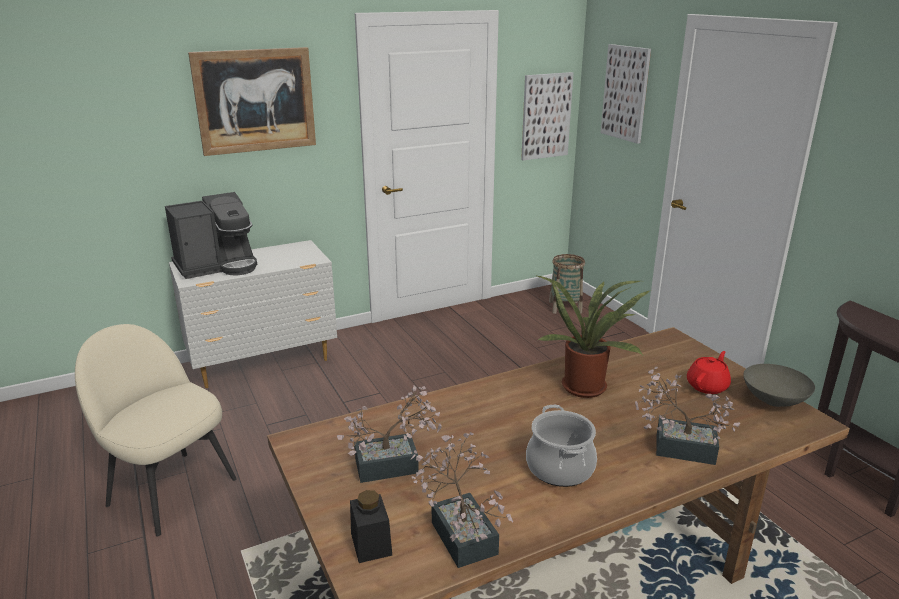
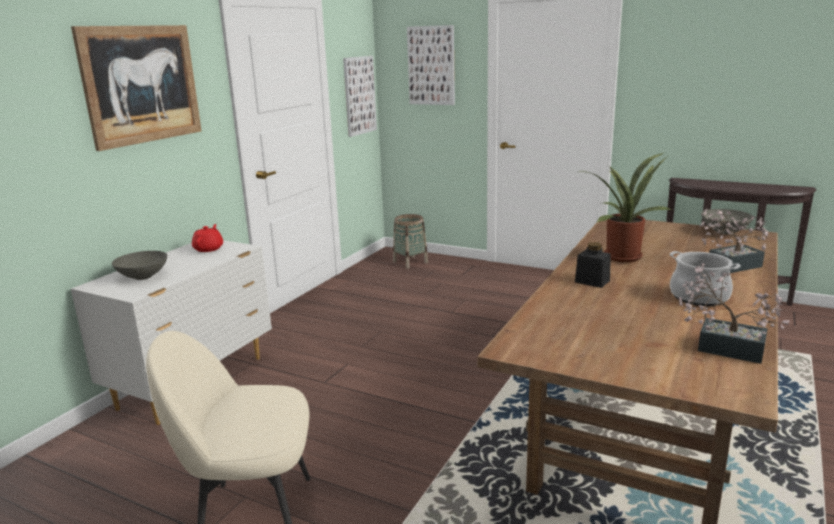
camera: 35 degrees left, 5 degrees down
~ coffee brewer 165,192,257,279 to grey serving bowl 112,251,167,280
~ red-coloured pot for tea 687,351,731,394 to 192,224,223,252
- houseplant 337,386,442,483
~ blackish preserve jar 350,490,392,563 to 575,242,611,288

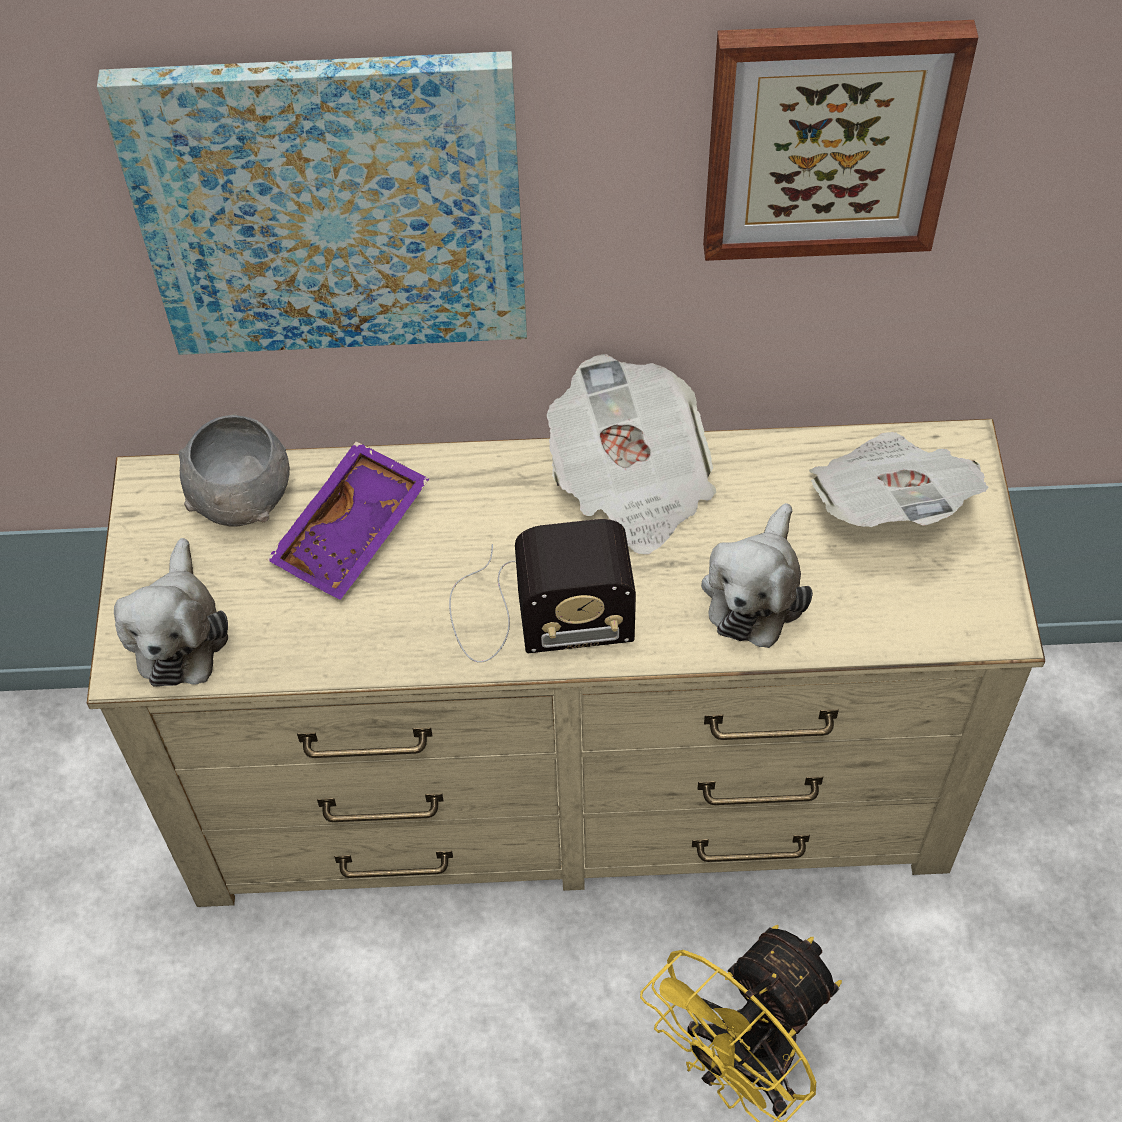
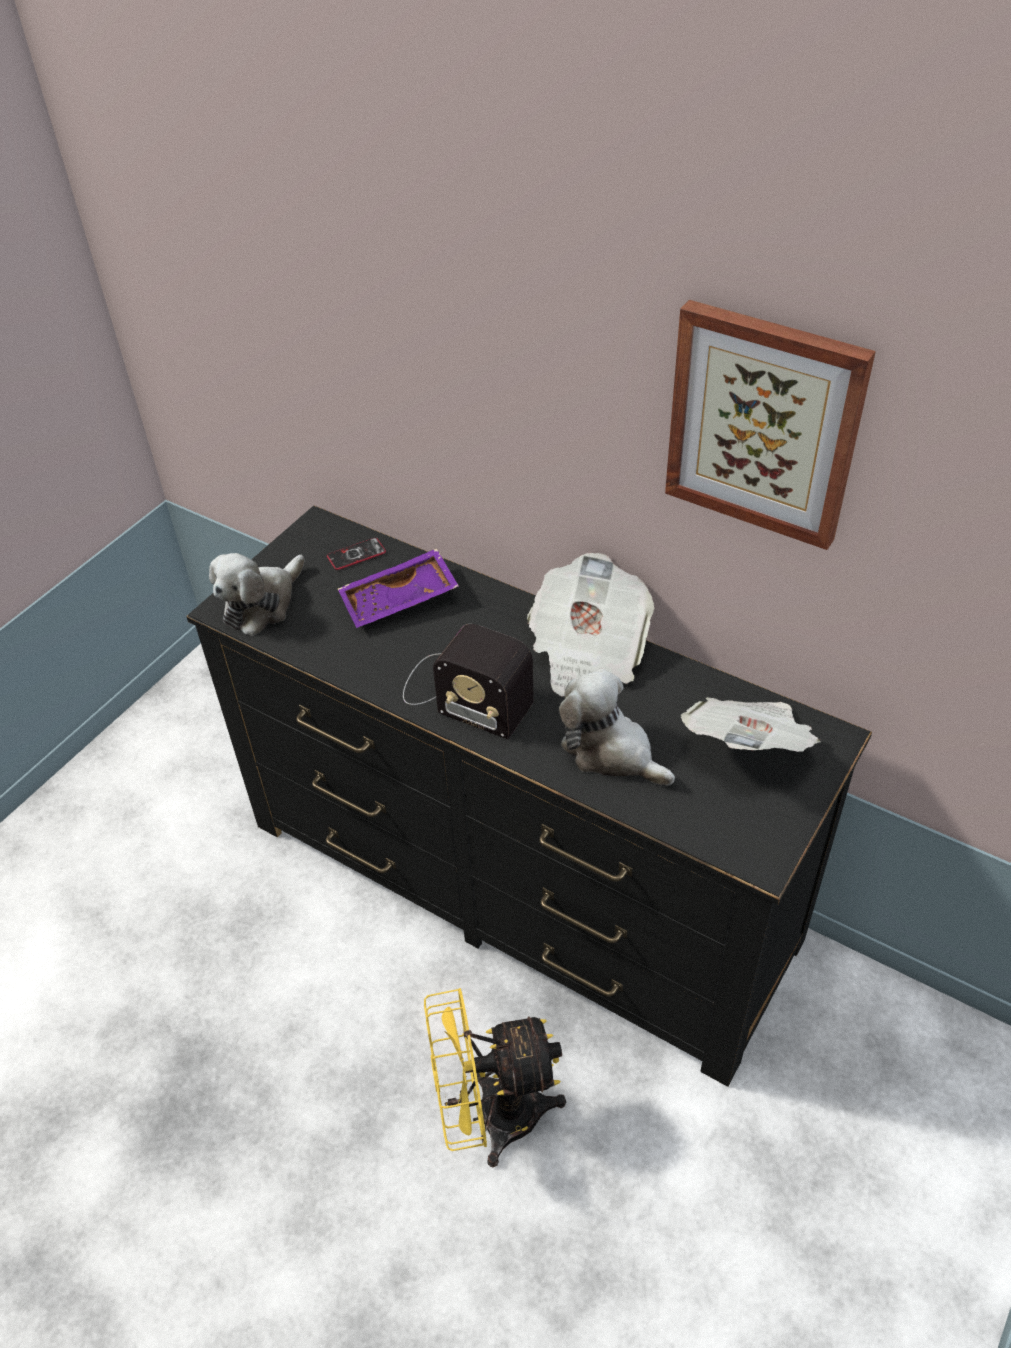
camera: 35 degrees right, 10 degrees down
- picture 97,51,527,355
~ grey serving bowl 178,413,290,527 to phone 327,538,386,570
~ sand-coloured chest of drawers 87,419,1045,907 to blackish chest of drawers 186,506,872,1087
~ cuddly toy 701,503,813,648 = 559,669,675,785 75 degrees clockwise

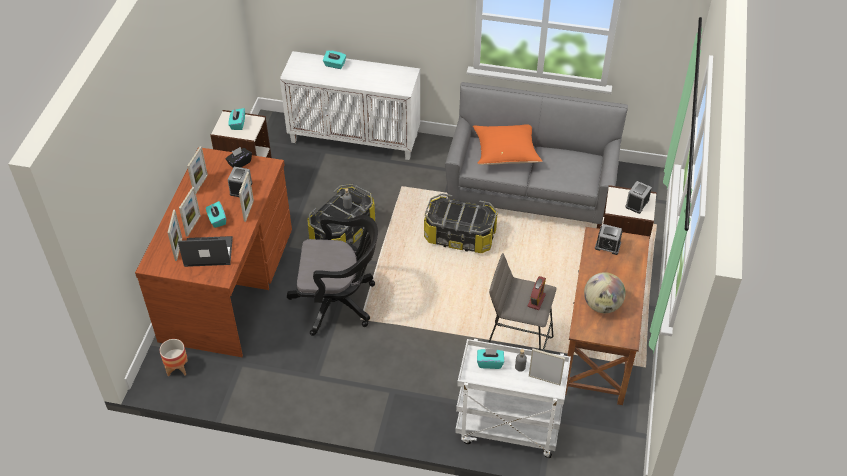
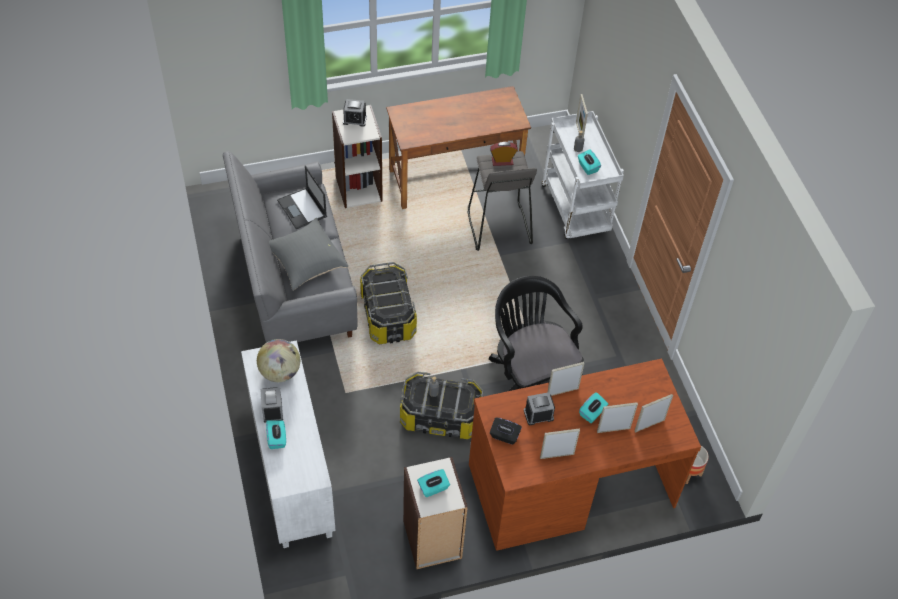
camera: 120 degrees left, 5 degrees up
~ orange throw pillow 473,124,542,165 to grey throw pillow 269,218,348,291
~ alarm clock 595,224,622,255 to 260,387,283,423
~ laptop 178,236,233,267 to 277,165,327,229
~ desk globe 584,272,626,313 to 257,339,300,382

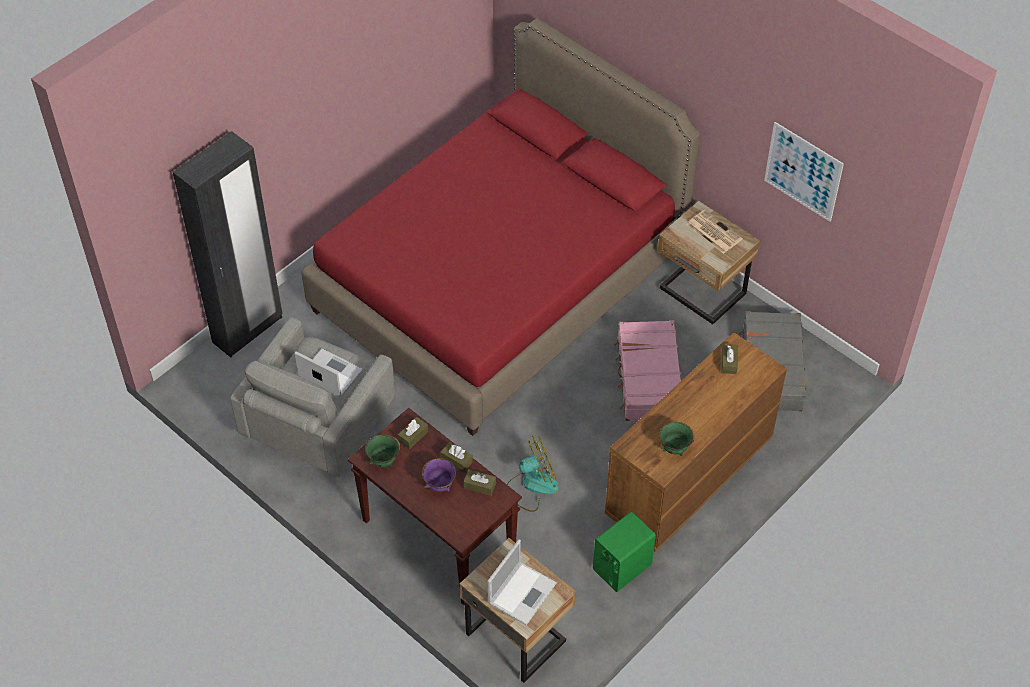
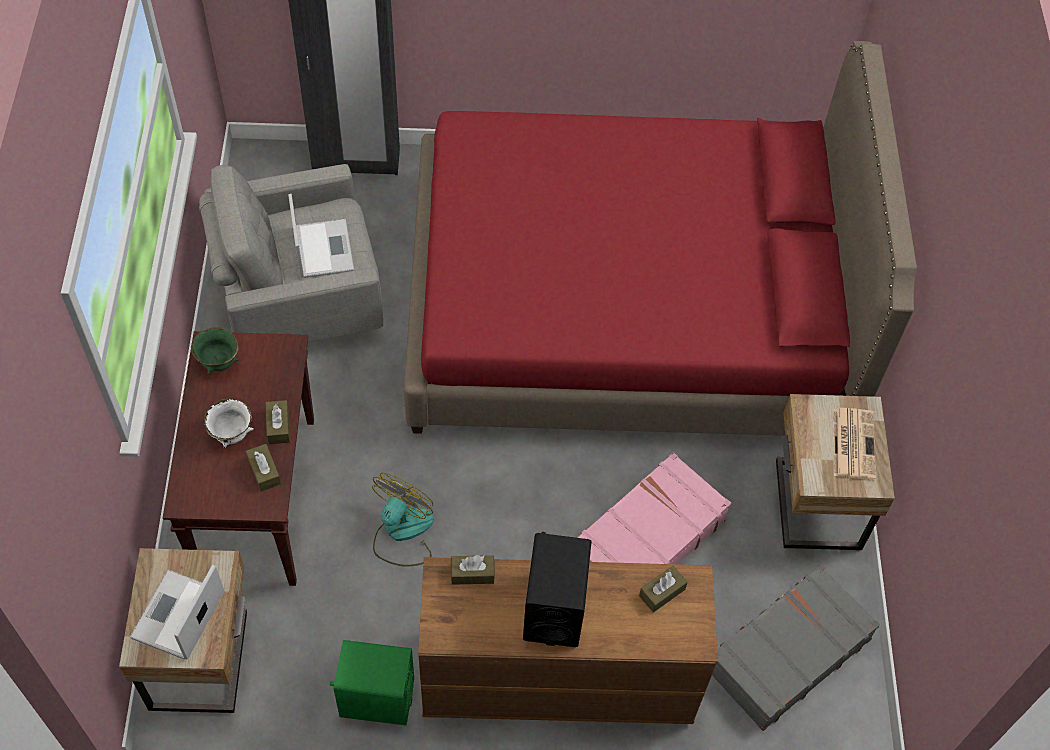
camera: 45 degrees right, 5 degrees up
- picture 764,122,844,222
~ brownish box of tissues 398,417,428,449 to 451,555,495,585
- greenish serving bowl 659,422,695,456
~ cooling fan 507,436,559,512 = 372,472,434,567 90 degrees counterclockwise
~ purplish serving bowl 422,458,456,492 to whitish serving bowl 204,398,254,448
~ laptop 487,539,557,625 = 130,565,224,660 120 degrees clockwise
+ blackish audio speaker 523,532,592,647

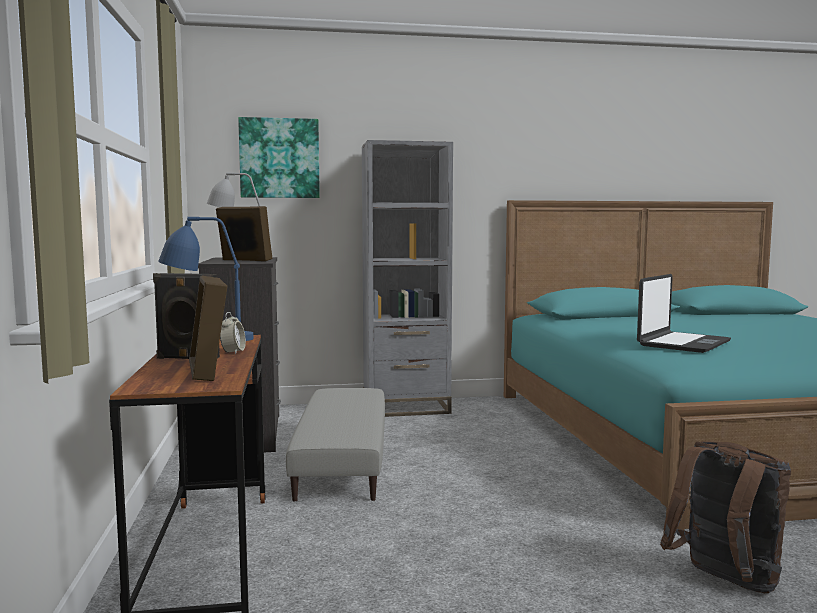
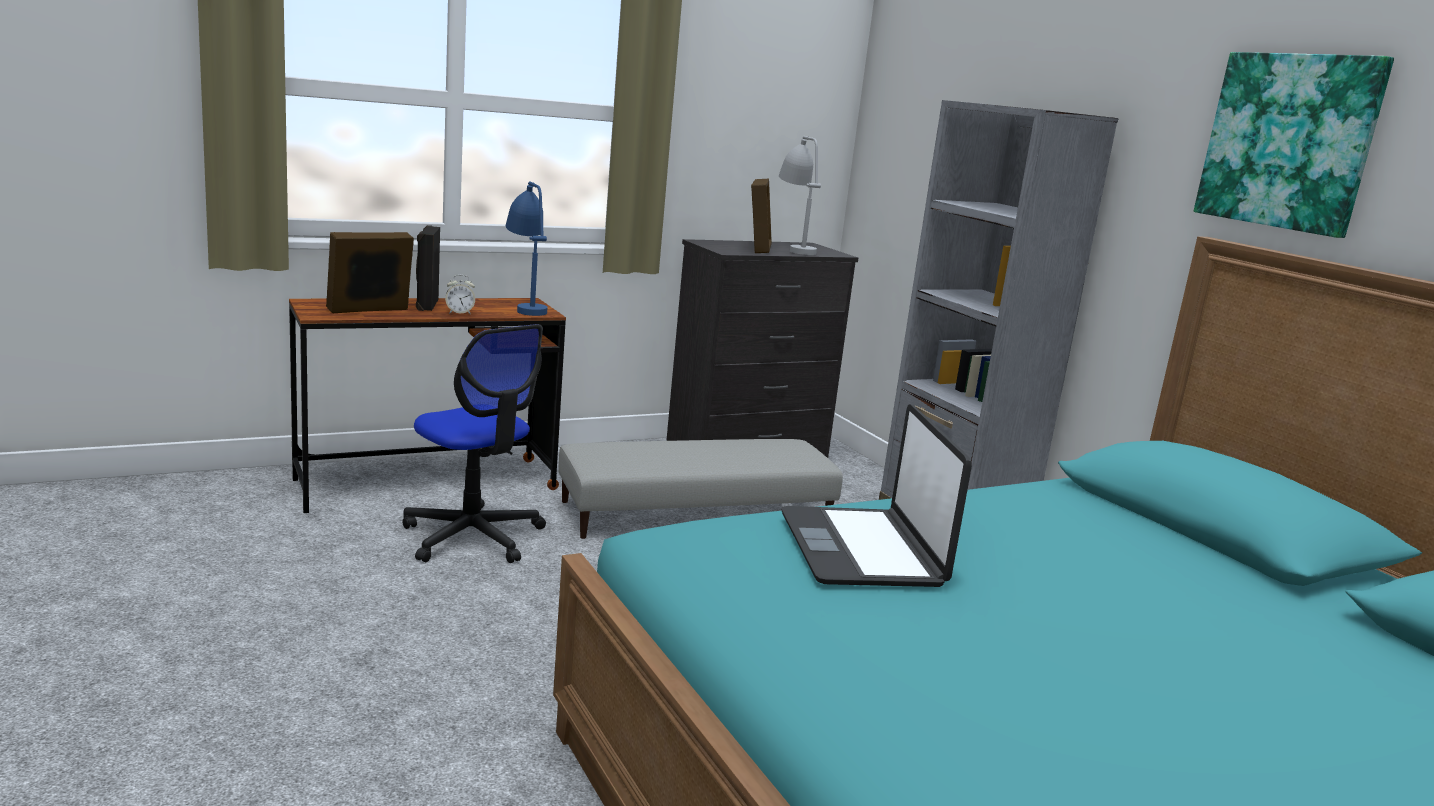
camera: 70 degrees right, 10 degrees up
~ picture 238,117,320,198 to 1194,52,1394,238
~ laptop 637,274,731,353 = 781,404,972,587 60 degrees clockwise
- brownish backpack 660,441,791,593
+ desk chair 402,324,546,563

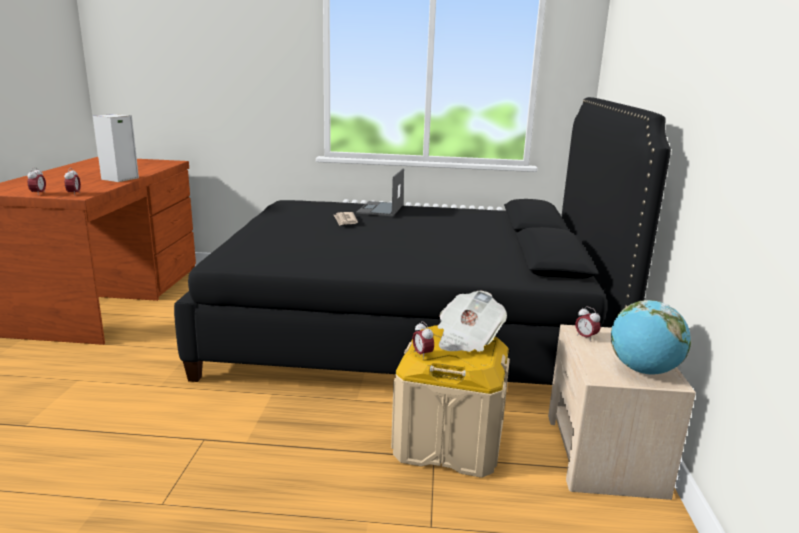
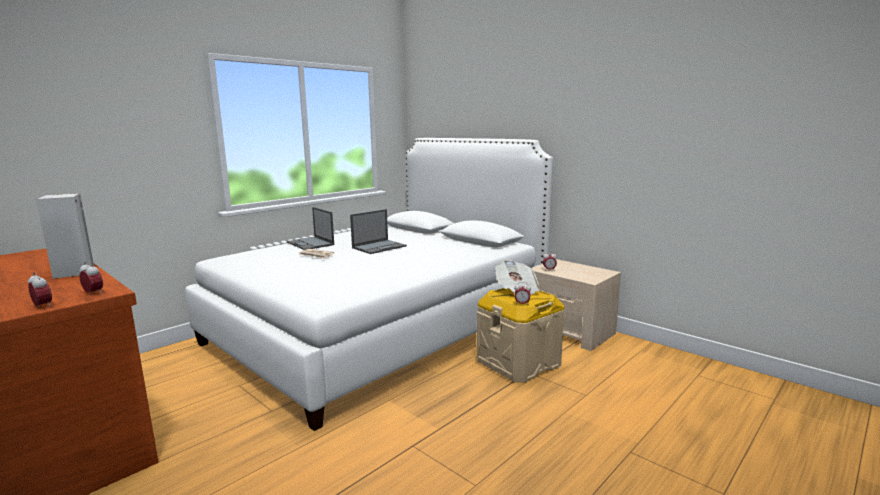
camera: 50 degrees left, 5 degrees down
~ blackish bed 174,97,671,385 to whitish bed 185,138,553,431
- desk globe 611,300,691,374
+ laptop 350,209,407,254

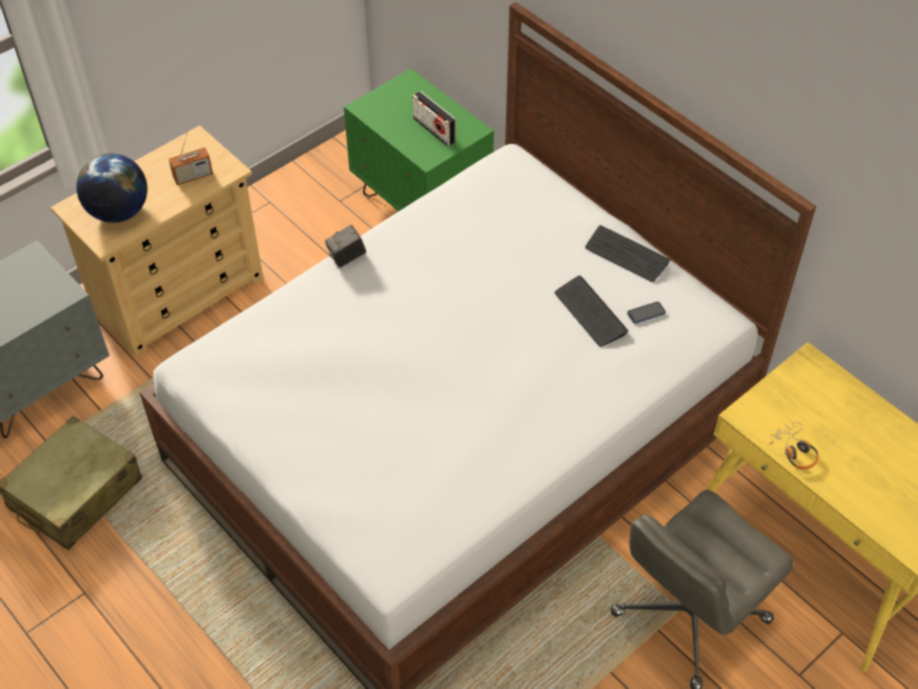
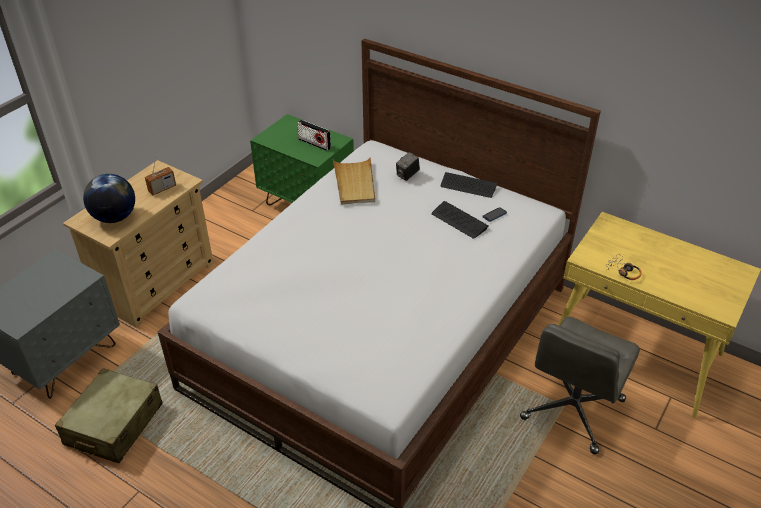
camera: 15 degrees left, 10 degrees down
~ still camera 325,225,366,268 to 396,152,420,181
+ sand-coloured tray 333,157,375,205

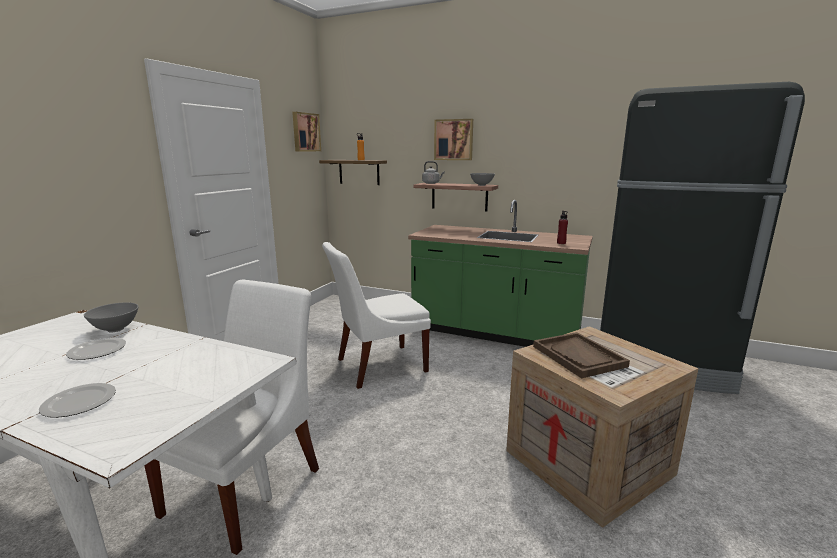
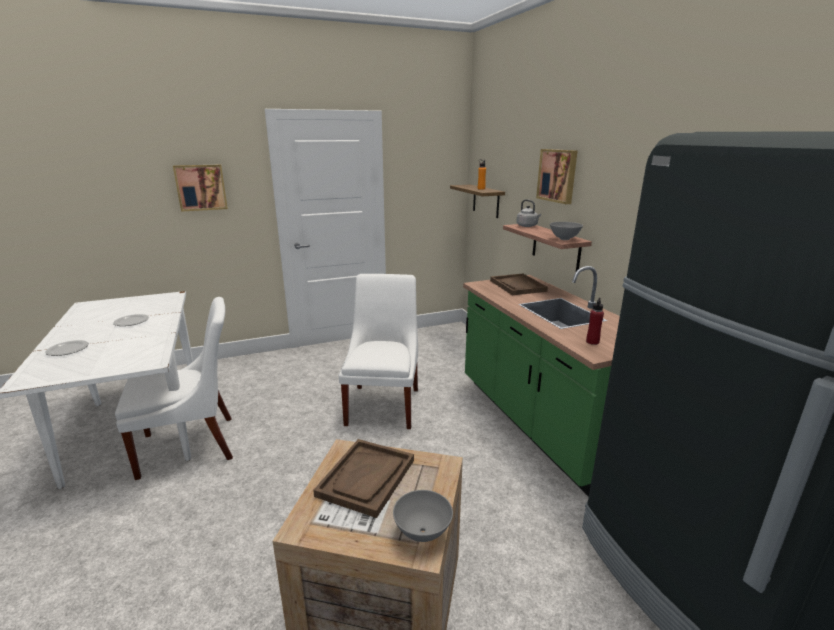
camera: 45 degrees right, 5 degrees up
~ picture 292,112,321,151 to 173,165,228,212
~ whitish upright chair 322,242,431,389 = 339,274,418,429 75 degrees clockwise
~ grey serving bowl 84,302,138,332 to 393,490,453,542
+ brownish tray 490,274,548,295

